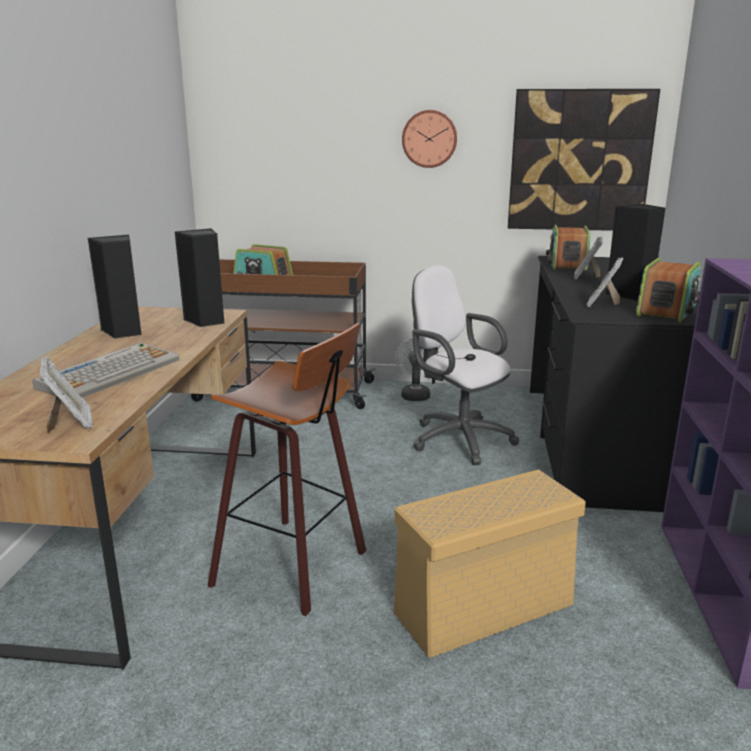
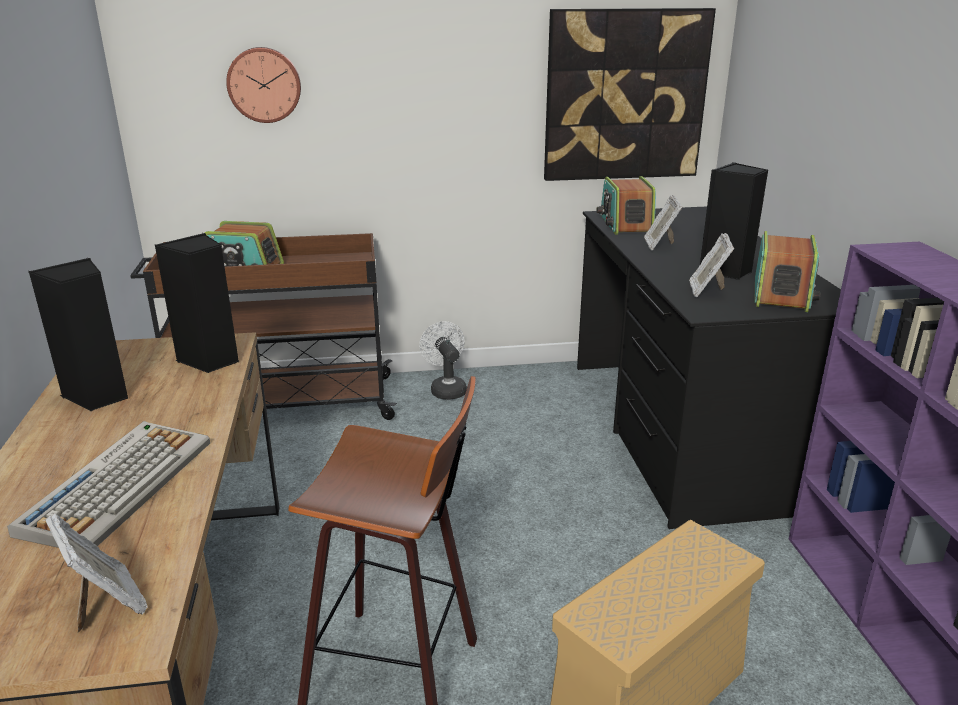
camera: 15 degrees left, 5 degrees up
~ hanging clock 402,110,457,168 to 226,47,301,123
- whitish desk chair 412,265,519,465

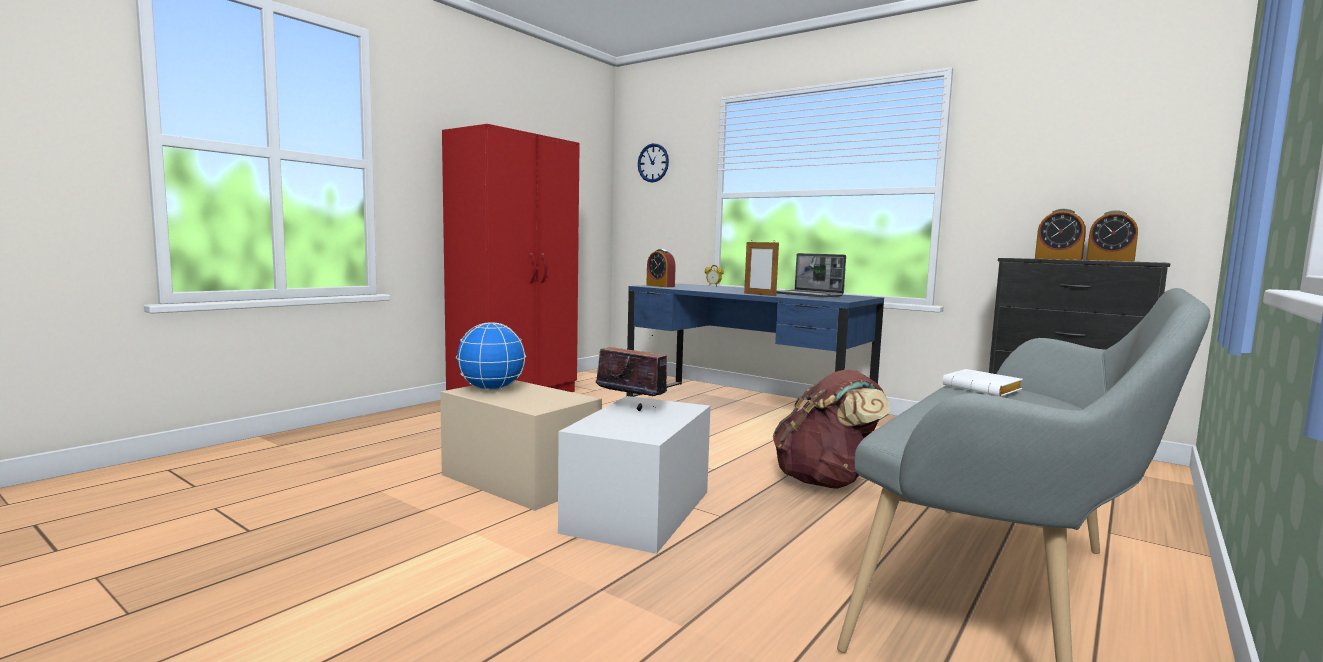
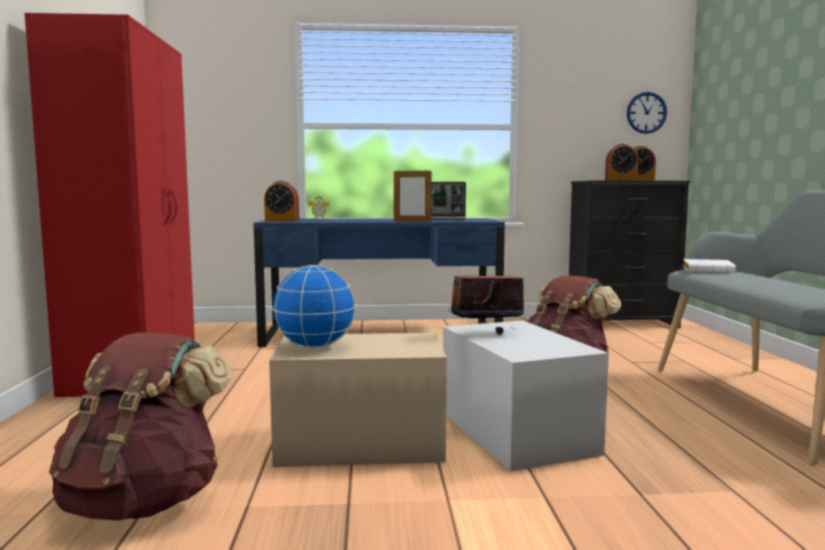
camera: 40 degrees left, 0 degrees up
~ hanging clock 638,143,669,182 to 627,92,667,134
+ brownish backpack 49,332,232,521

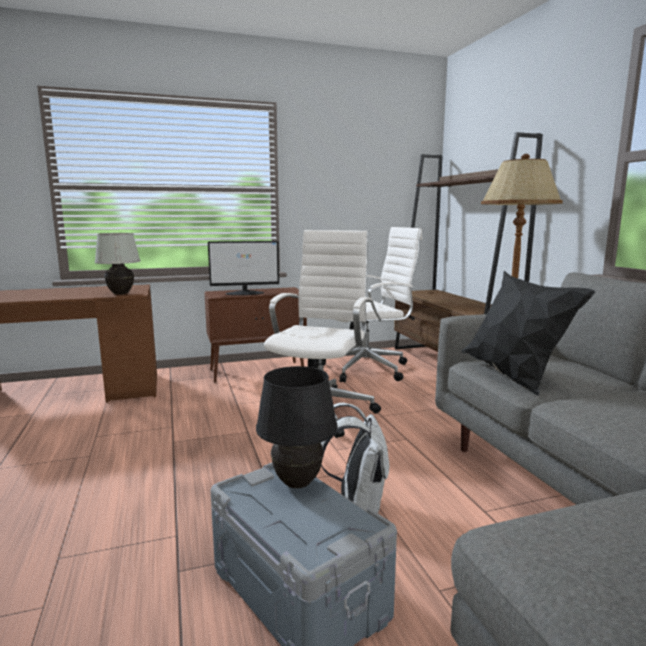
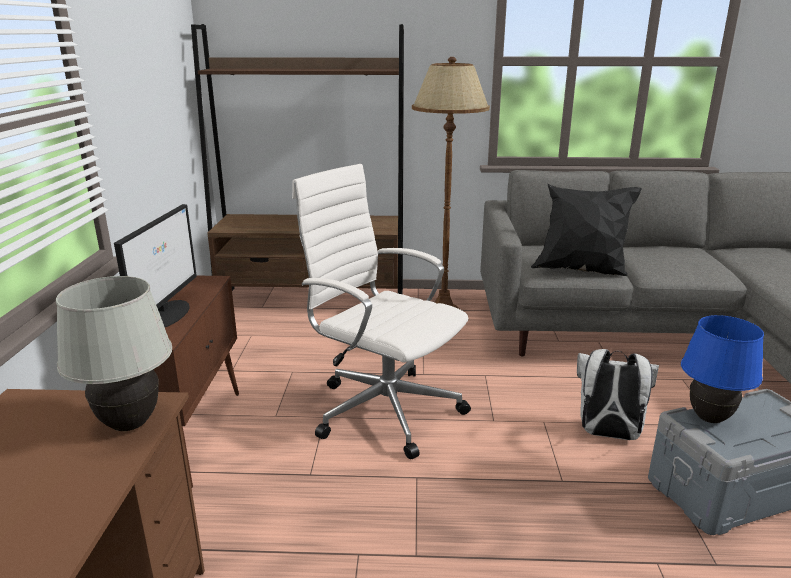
camera: 70 degrees left, 10 degrees up
- whitish desk chair 322,227,422,382
~ blackish lamp for a table 256,366,338,488 to bluish lamp for a table 681,315,764,423

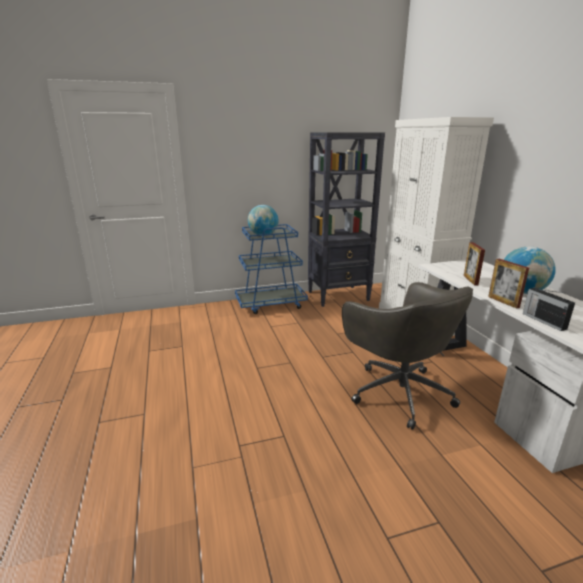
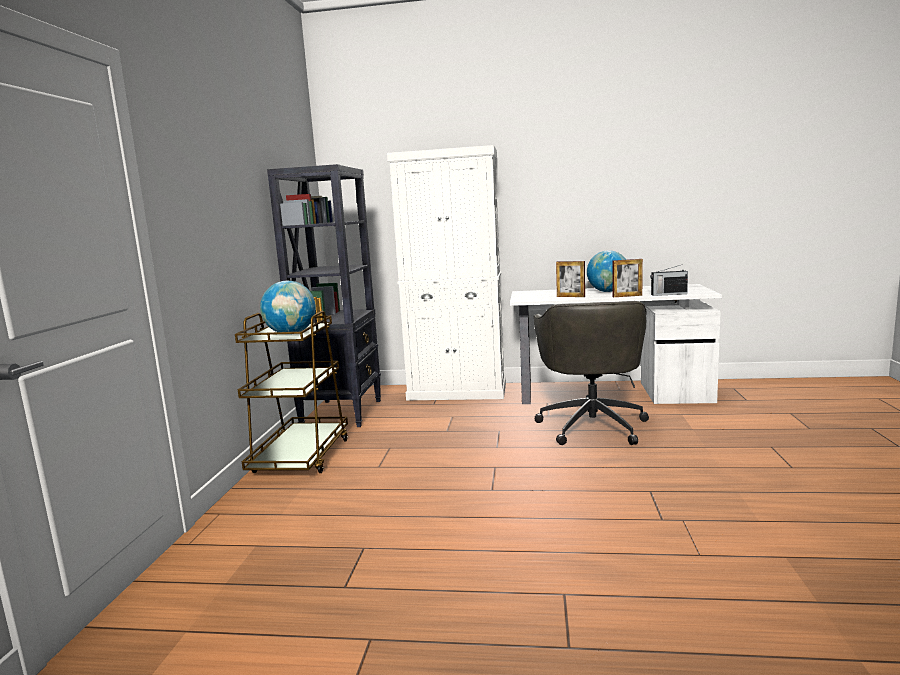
camera: 65 degrees left, 10 degrees down
~ bluish cart 235,224,308,314 to brownish cart 235,310,348,473
~ grey desk chair 342,282,473,430 = 534,301,649,445 105 degrees clockwise

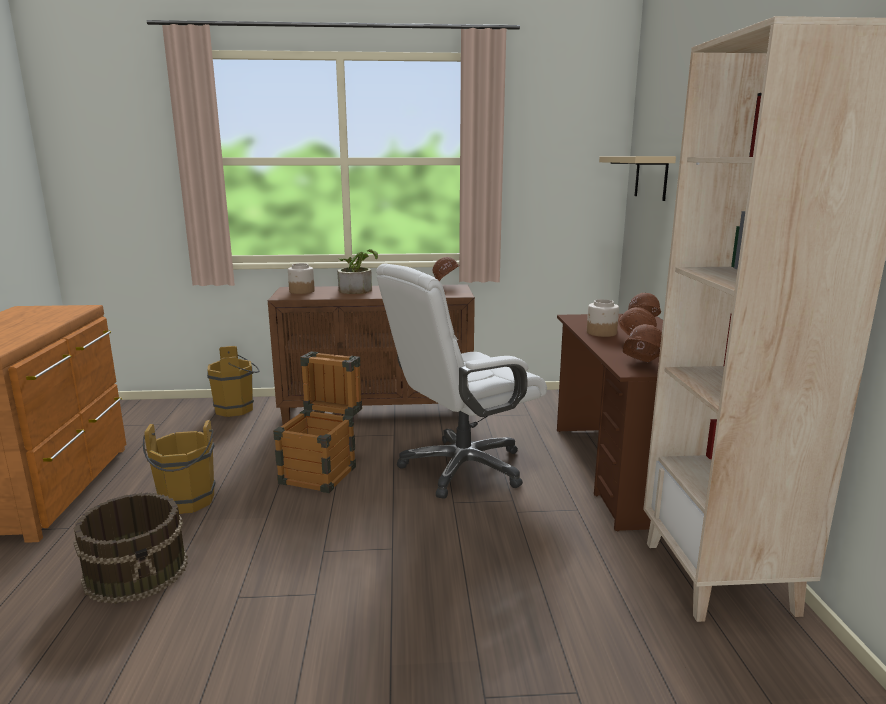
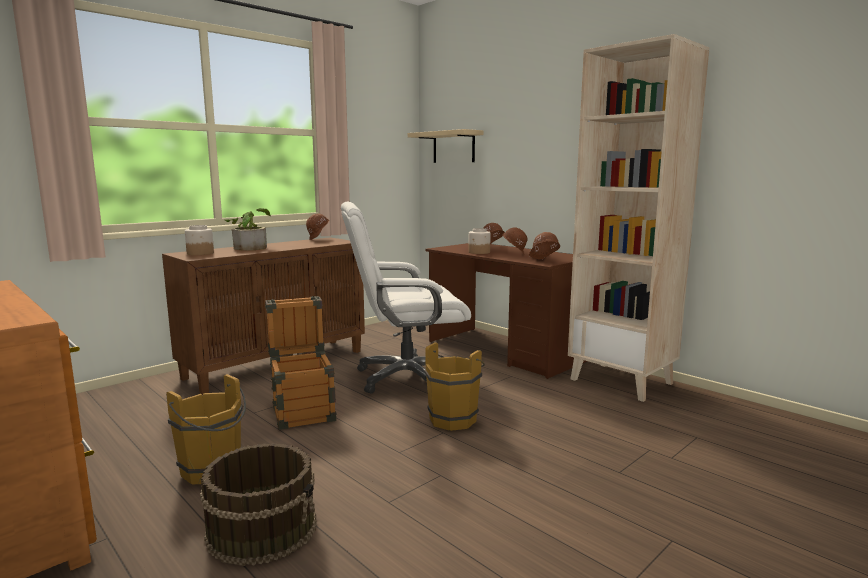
camera: 40 degrees left, 5 degrees down
~ whitish desk chair 376,264,547,499 = 341,202,471,393 60 degrees clockwise
~ brownish water bucket 207,346,260,417 to 425,342,485,431

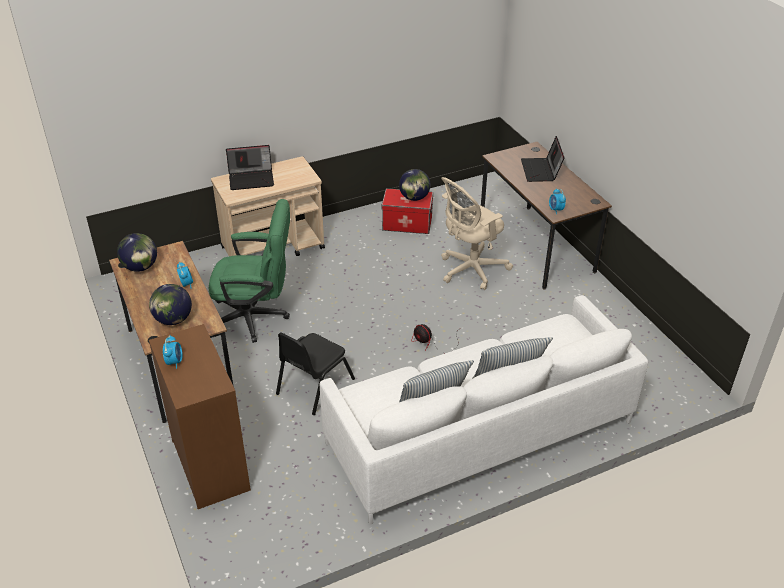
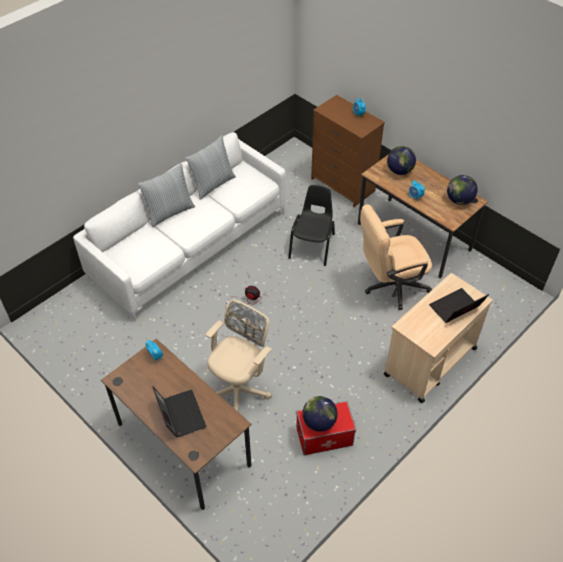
camera: 160 degrees right, 10 degrees up
~ greenish desk chair 209,199,290,343 to sand-coloured desk chair 360,204,432,310

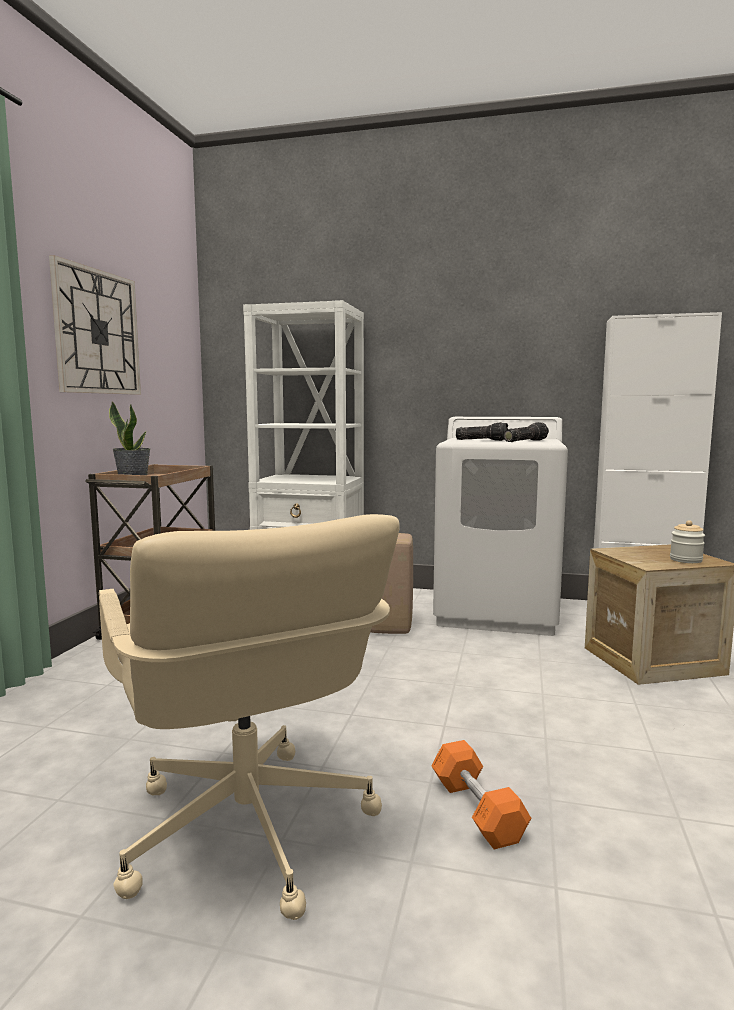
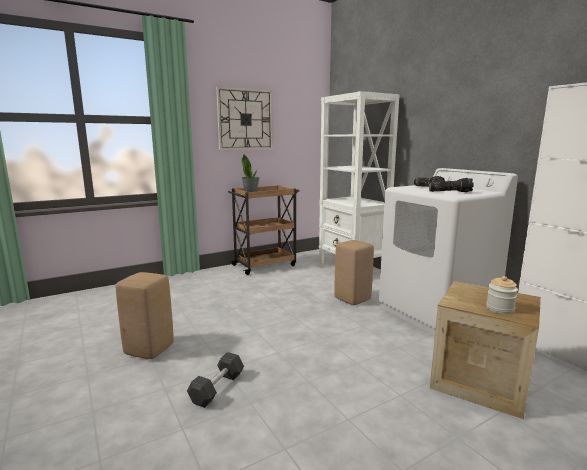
camera: 45 degrees right, 5 degrees up
~ sand-coloured desk chair 99,514,400,920 to sand-coloured stool 116,272,174,359
~ orange dumbbell 431,740,531,849 to grey dumbbell 187,352,244,408

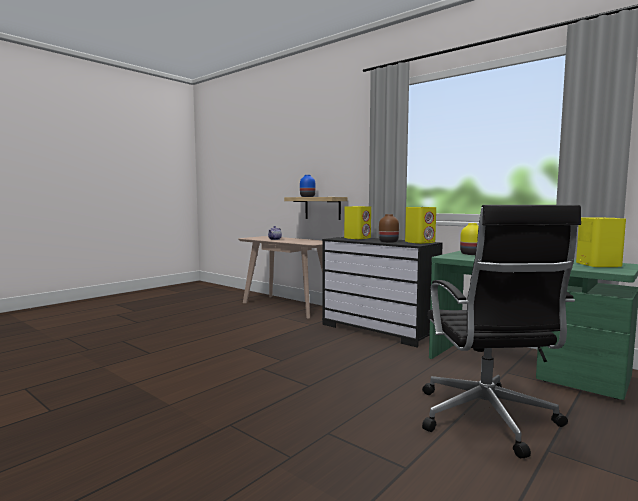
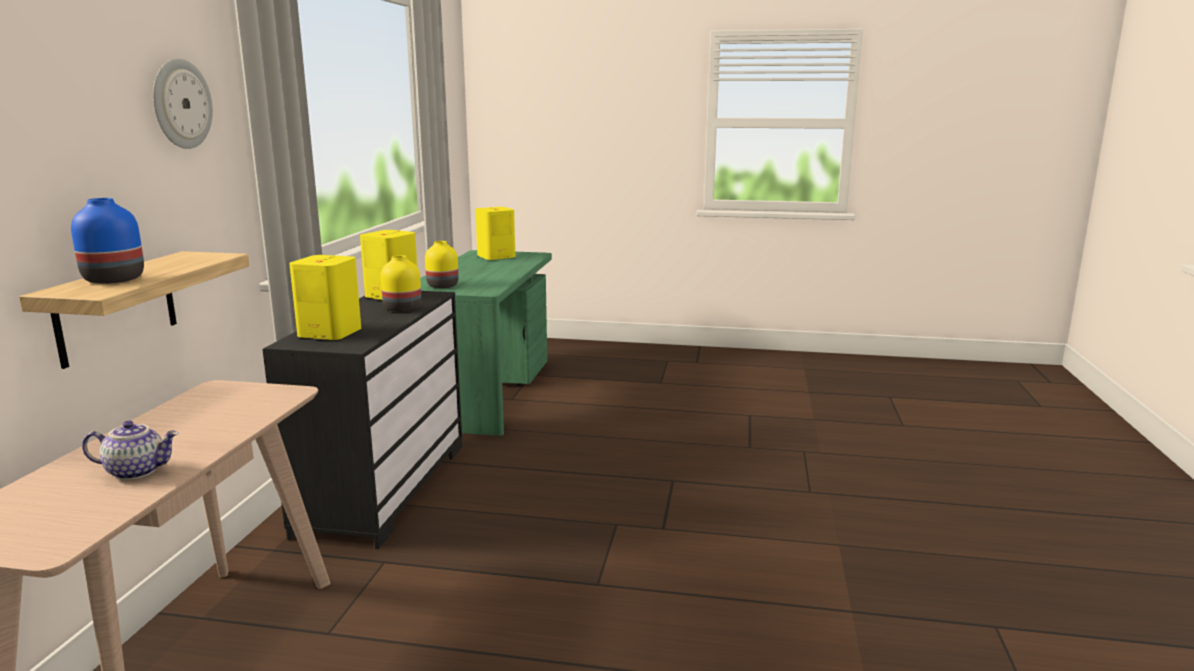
camera: 120 degrees left, 10 degrees up
- blackish desk chair 422,205,581,458
~ brownish flower vase 379,214,399,243 to yellowish flower vase 381,255,421,312
+ hanging clock 153,58,213,149

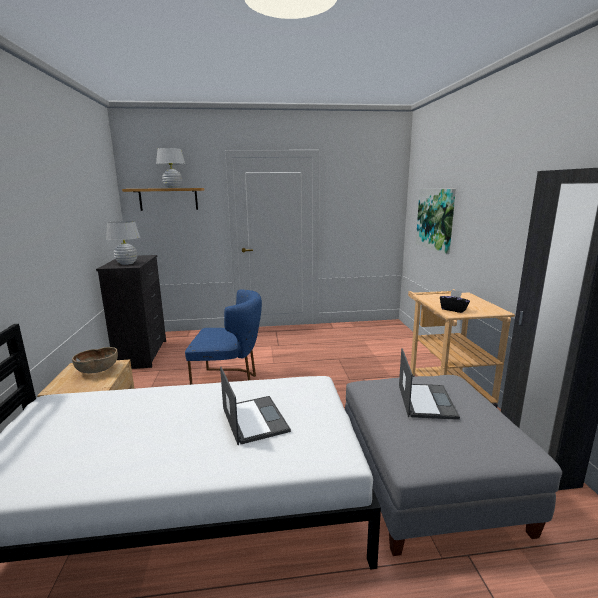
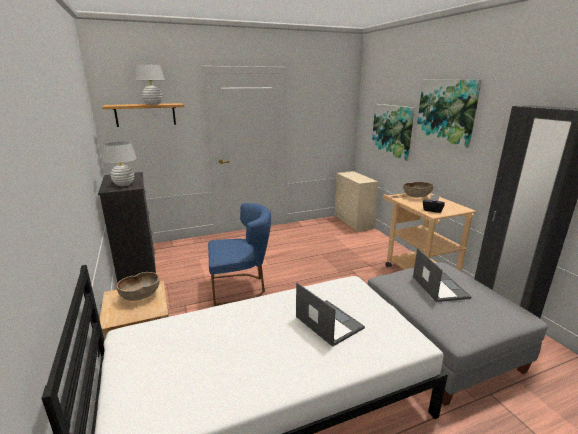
camera: 15 degrees left, 5 degrees up
+ picture 415,80,482,148
+ sand-coloured chest of drawers 334,171,379,232
+ brownish serving bowl 403,182,434,198

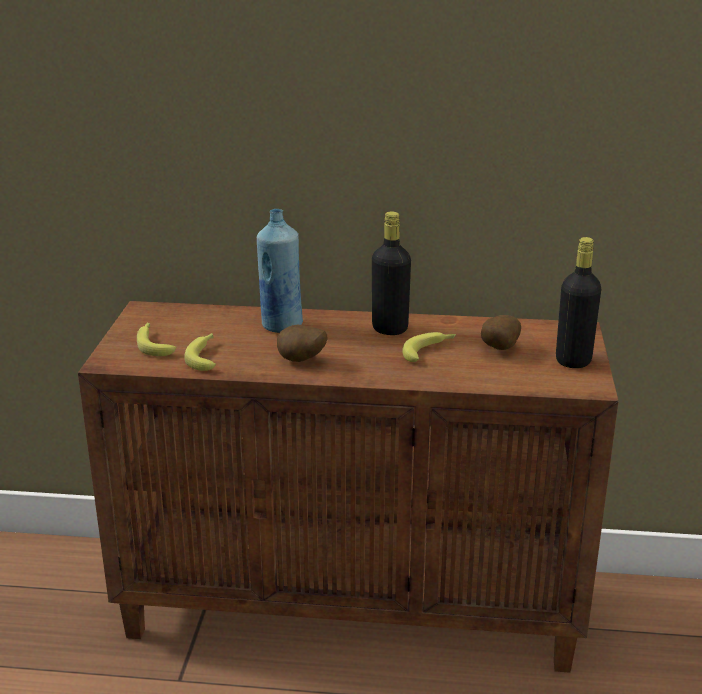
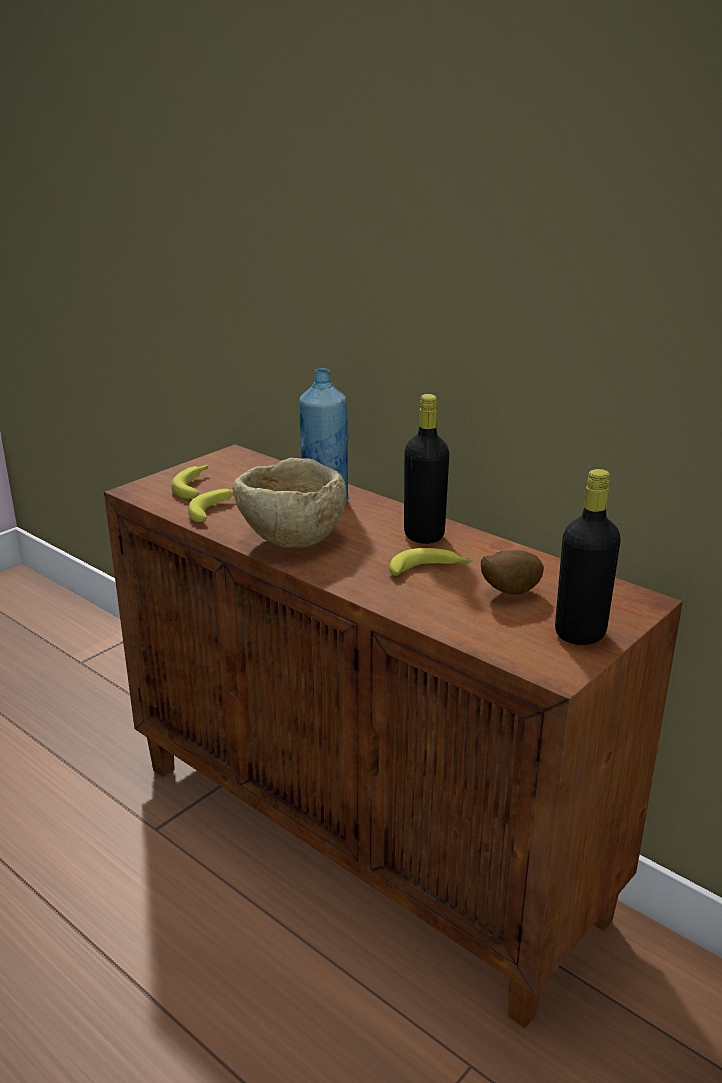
camera: 35 degrees right, 0 degrees up
~ whole potato 277,325,327,362 to sand-coloured serving bowl 233,458,346,548

